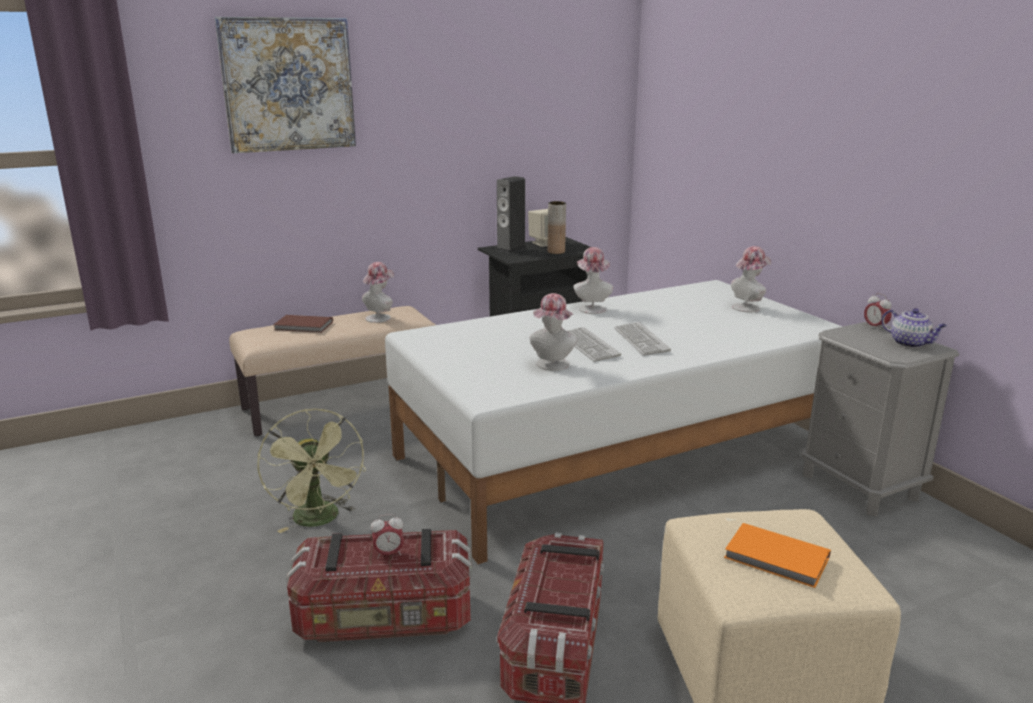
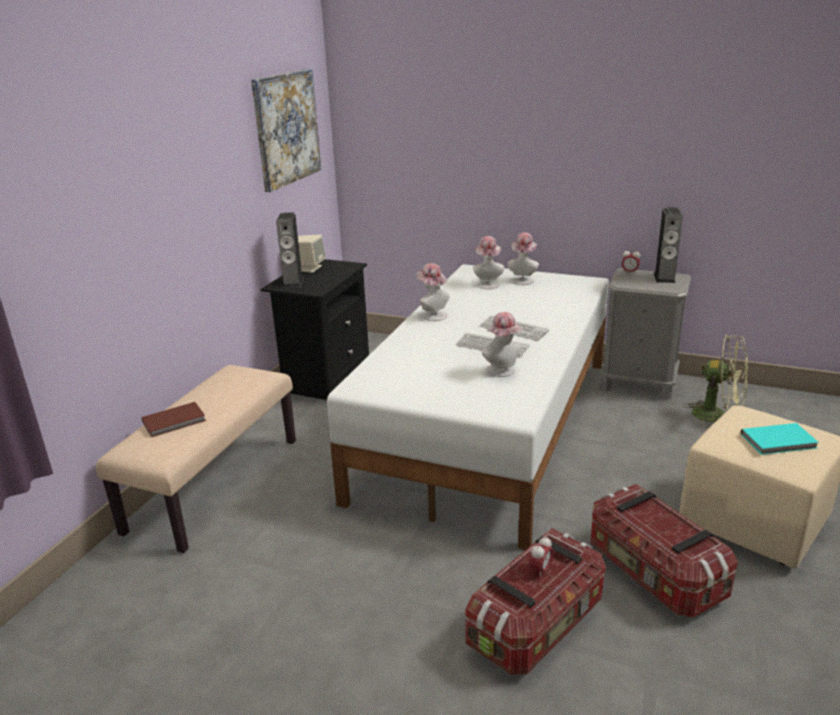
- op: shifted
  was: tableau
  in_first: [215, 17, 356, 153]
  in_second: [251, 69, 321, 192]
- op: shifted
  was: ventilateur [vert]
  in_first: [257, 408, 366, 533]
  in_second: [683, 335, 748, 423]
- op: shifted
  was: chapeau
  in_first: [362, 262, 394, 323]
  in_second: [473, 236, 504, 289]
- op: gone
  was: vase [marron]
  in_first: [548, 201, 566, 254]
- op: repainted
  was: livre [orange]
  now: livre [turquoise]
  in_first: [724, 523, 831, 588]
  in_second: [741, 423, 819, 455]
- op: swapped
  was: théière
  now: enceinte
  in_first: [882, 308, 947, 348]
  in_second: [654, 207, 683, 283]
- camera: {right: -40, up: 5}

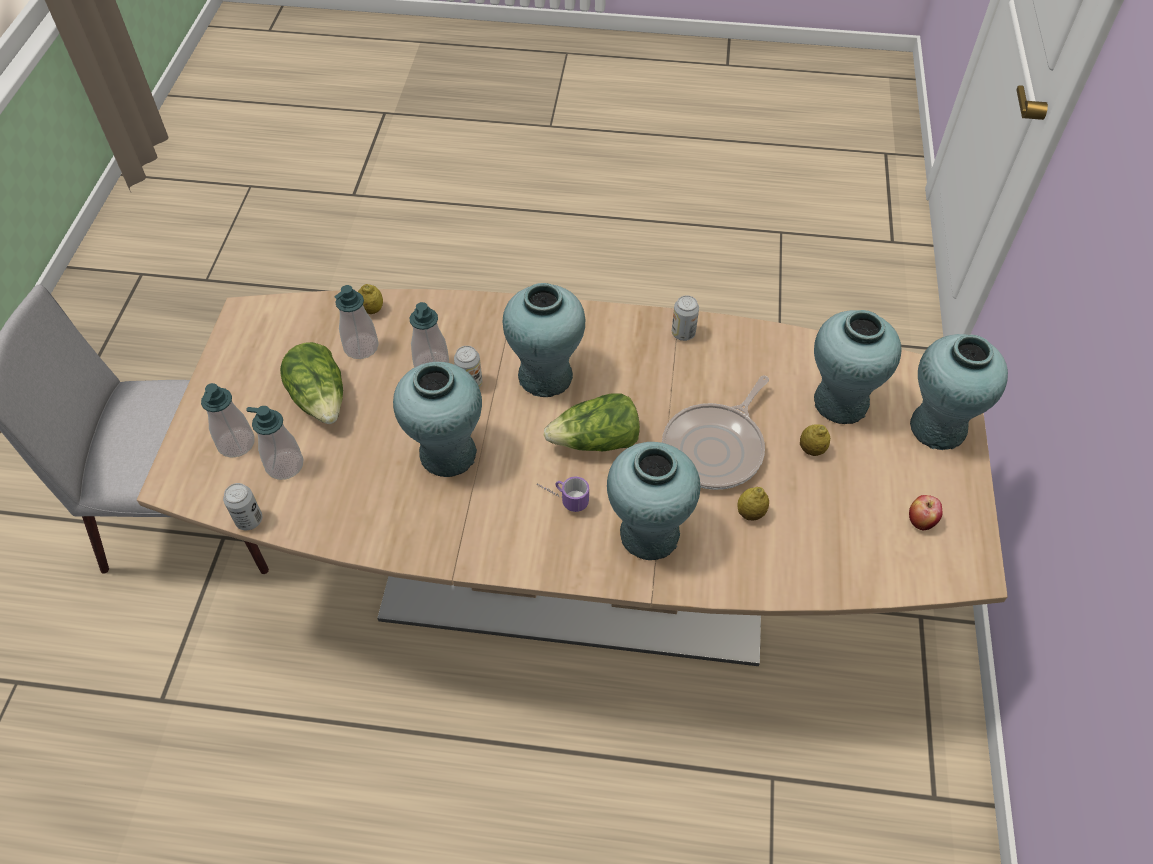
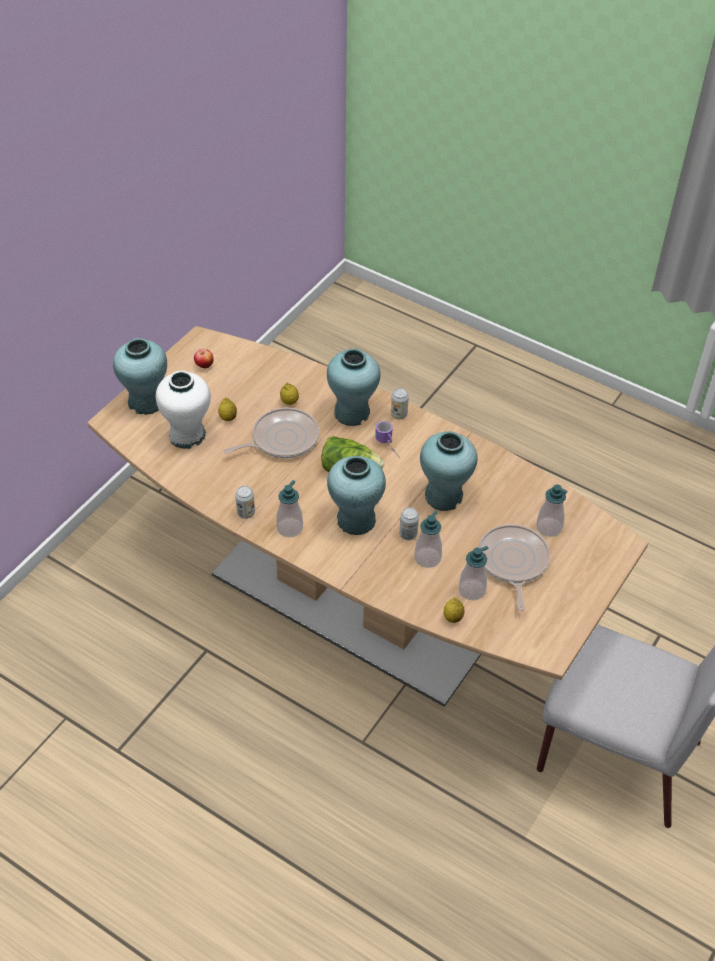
- op: shifted
  was: distributeur de savon
  in_first: [201, 383, 255, 458]
  in_second: [276, 480, 303, 537]
- op: shifted
  was: boîte métallique
  in_first: [223, 483, 262, 530]
  in_second: [391, 388, 409, 420]
- op: swapped
  was: laitue
  now: poêle
  in_first: [280, 342, 343, 424]
  in_second: [478, 524, 550, 611]
- op: repainted
  was: vase [turquoise]
  now: vase [blanc]
  in_first: [814, 310, 901, 424]
  in_second: [156, 370, 211, 449]
- camera: {right: -155, up: -5}

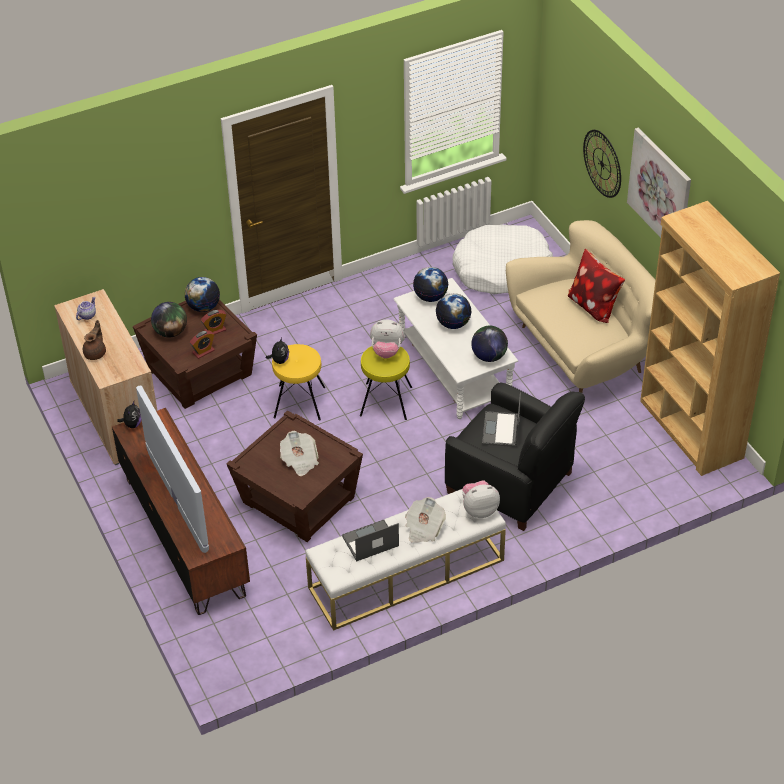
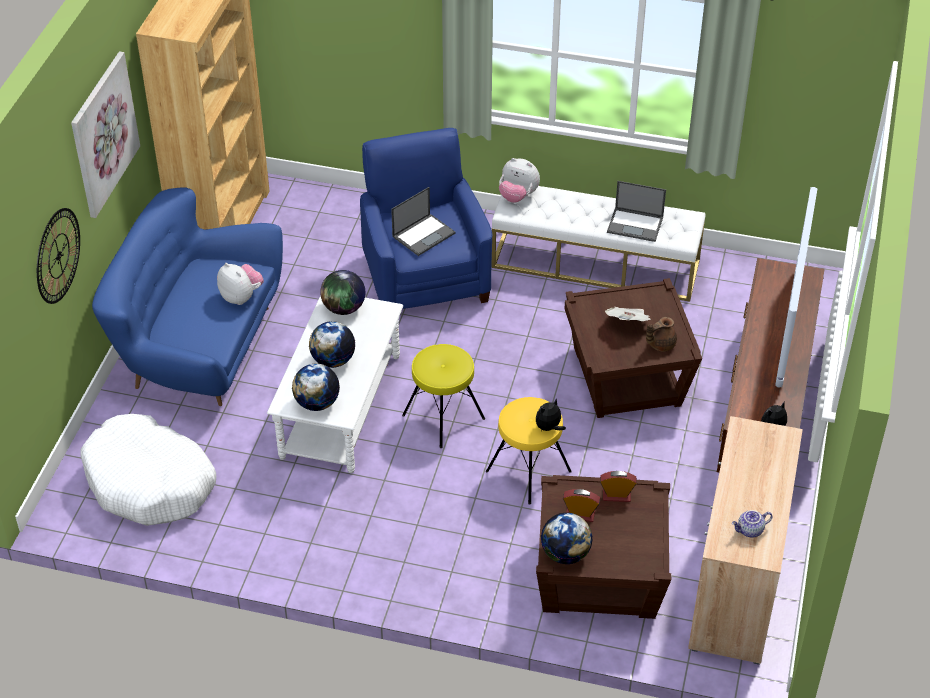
- op: shifted
  was: théière [marron]
  in_first: [83, 320, 106, 360]
  in_second: [646, 317, 677, 351]
- op: gone
  was: globe
  in_first: [151, 302, 187, 338]
- op: shifted
  was: peluche
  in_first: [370, 320, 404, 358]
  in_second: [217, 263, 264, 305]
- op: gone
  was: journal
  in_first: [405, 497, 446, 543]
- op: repainted
  was: fauteuil [noir]
  now: fauteuil [bleu]
  in_first: [445, 383, 585, 531]
  in_second: [360, 128, 492, 309]
- op: repainted
  was: canapé [beige]
  now: canapé [bleu]
  in_first: [506, 220, 655, 393]
  in_second: [92, 187, 283, 406]
- op: gone
  was: coussin
  in_first: [568, 249, 625, 323]
- camera: {right: -140, up: 0}

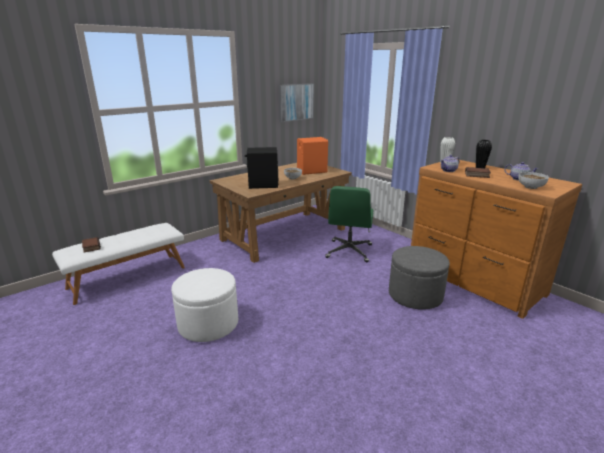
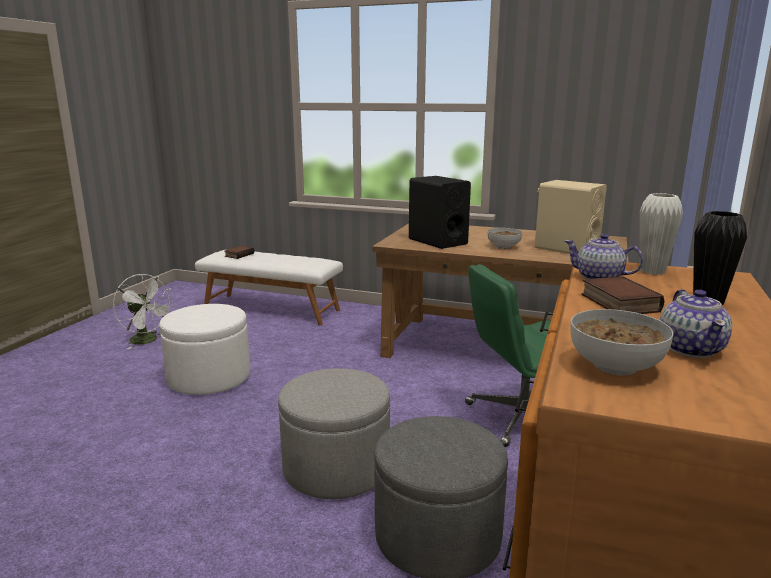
- op: gone
  was: tableau
  in_first: [279, 83, 314, 122]
- op: repainted
  was: enceinte [orange]
  now: enceinte [beige]
  in_first: [297, 137, 328, 175]
  in_second: [535, 180, 607, 254]
- op: new
  now: ventilateur [blanc]
  in_second: [113, 274, 174, 349]
- op: new
  now: pouf [gris]
  in_second: [278, 368, 390, 499]
- camera: {right: 60, up: -5}

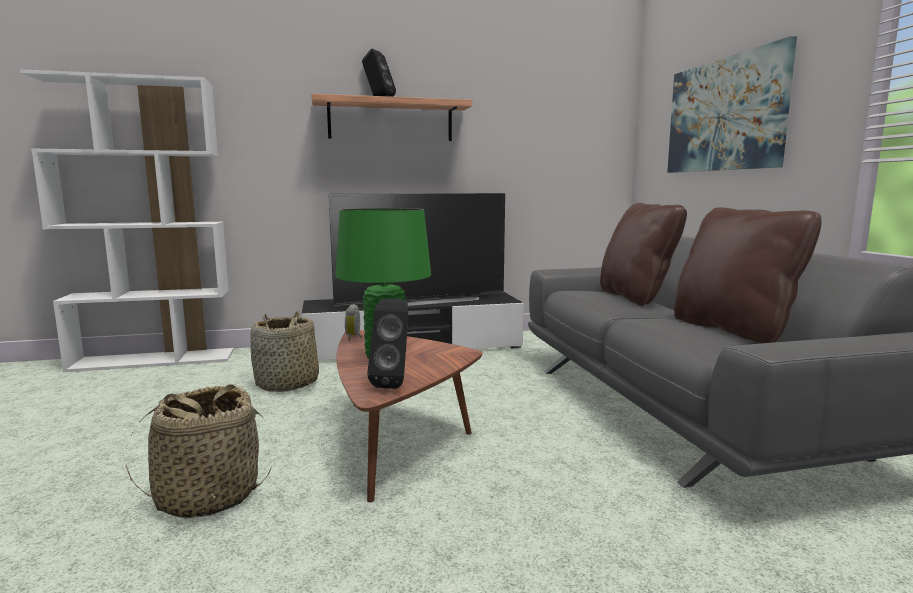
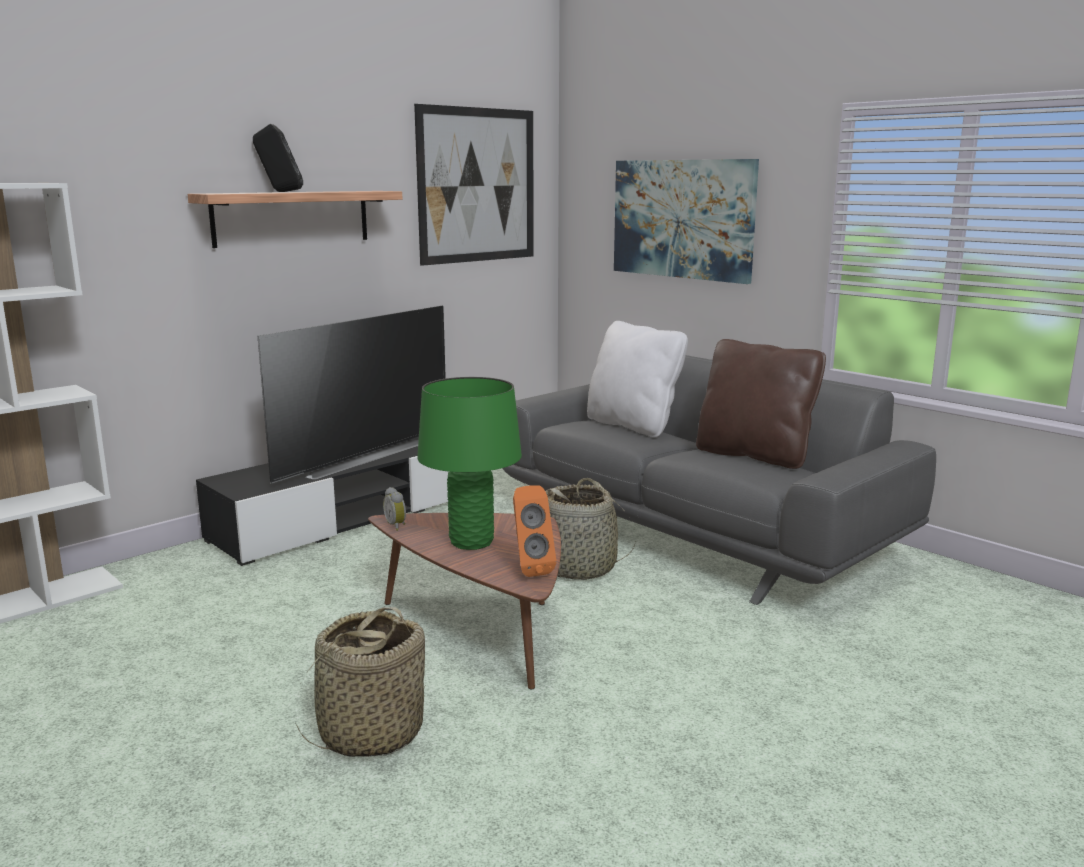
- op: shifted
  was: panier
  in_first: [250, 311, 319, 392]
  in_second: [545, 478, 636, 580]
- op: repainted
  was: enceinte [noir]
  now: enceinte [orange]
  in_first: [367, 299, 408, 389]
  in_second: [513, 485, 556, 577]
- op: repainted
  was: coussin [marron]
  now: coussin [blanc]
  in_first: [600, 203, 687, 306]
  in_second: [587, 321, 688, 437]
- op: new
  now: tableau
  in_second: [414, 104, 534, 266]
- camera: {right: -30, up: 5}

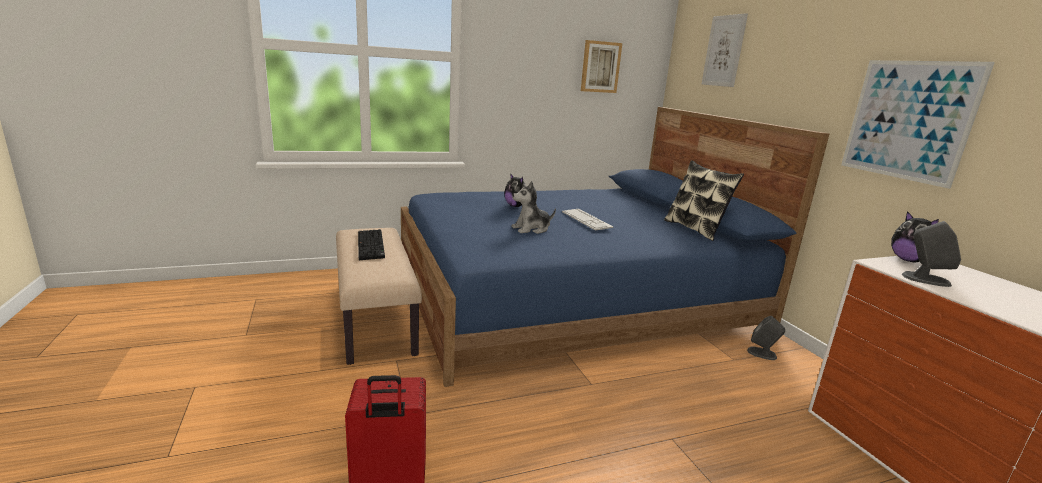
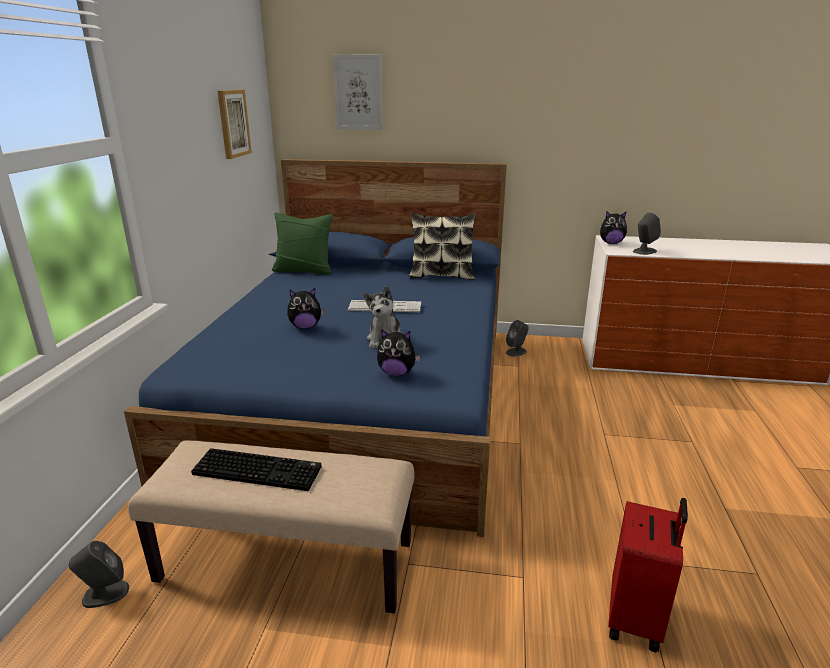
- op: gone
  was: tableau
  in_first: [841, 60, 995, 189]
- op: new
  now: enceinte [gris]
  in_second: [69, 541, 129, 608]
- op: new
  now: coussin [vert]
  in_second: [272, 213, 333, 274]
- op: new
  now: peluche
  in_second: [377, 329, 421, 376]
- camera: {right: -60, up: 5}

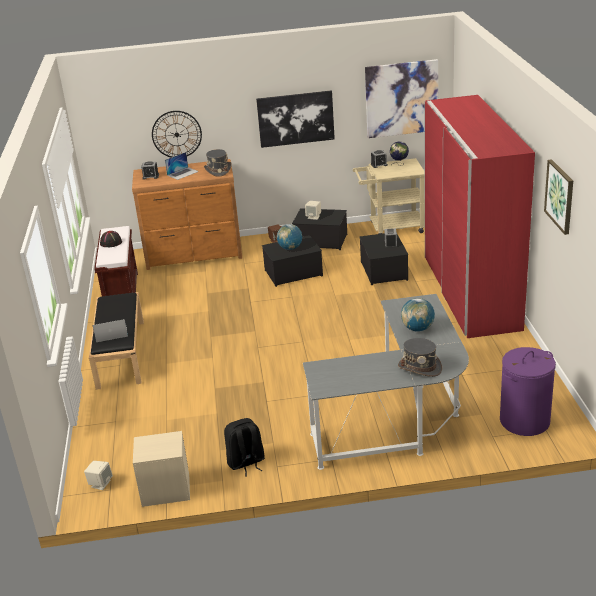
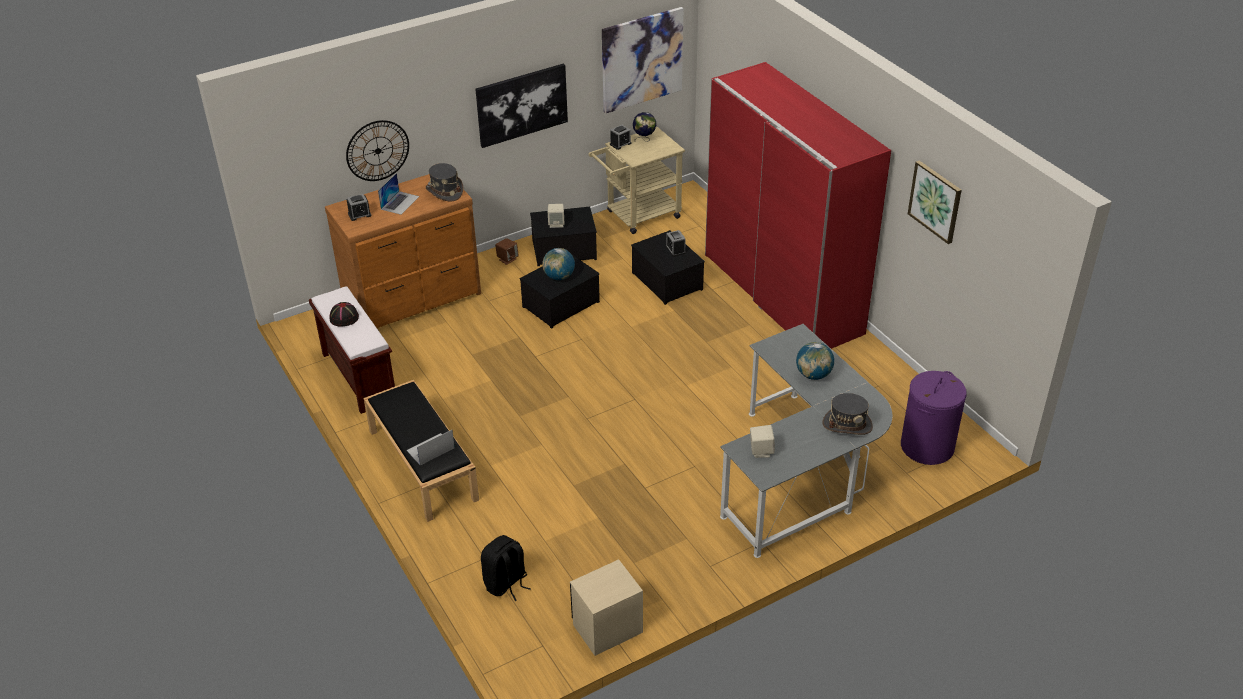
- op: shifted
  was: enceinte [beige]
  in_first: [84, 461, 113, 490]
  in_second: [750, 425, 775, 458]
- op: shifted
  was: sac à dos [noir]
  in_first: [224, 418, 265, 477]
  in_second: [481, 535, 531, 601]
- camera: {right: -25, up: 10}

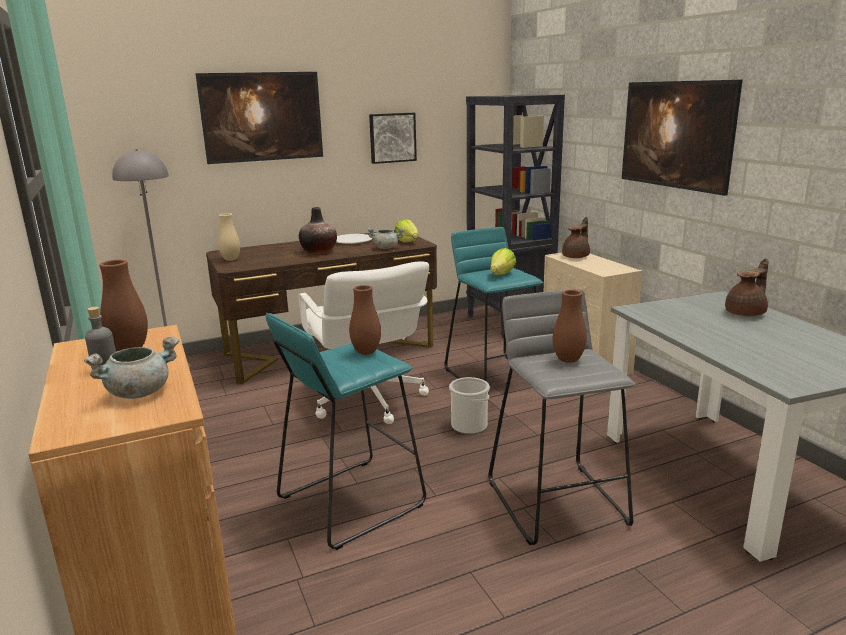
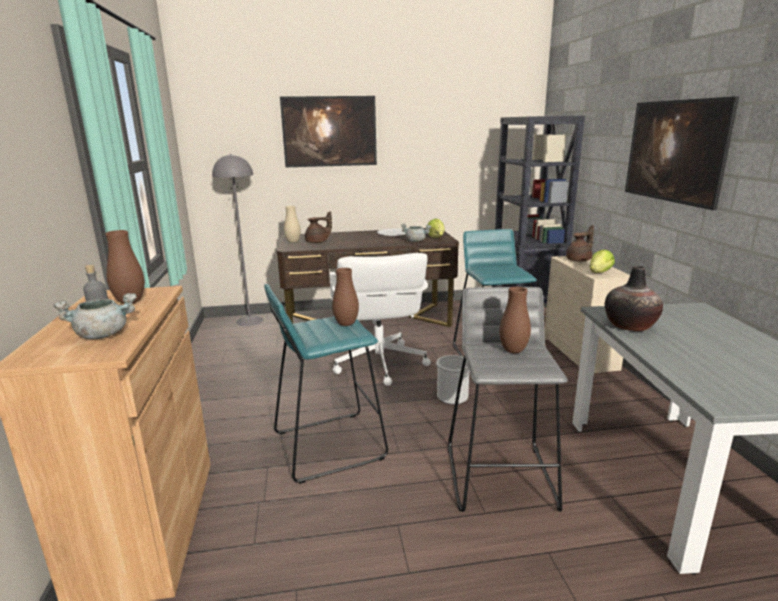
- op: shifted
  was: vase
  in_first: [299, 207, 337, 254]
  in_second: [605, 266, 663, 331]
- op: gone
  was: tableau
  in_first: [369, 113, 417, 164]
- op: shifted
  was: laitue
  in_first: [490, 248, 516, 275]
  in_second: [590, 249, 615, 273]
- op: shifted
  was: théière [marron]
  in_first: [725, 258, 769, 316]
  in_second: [305, 211, 332, 243]
- camera: {right: 15, up: 0}

